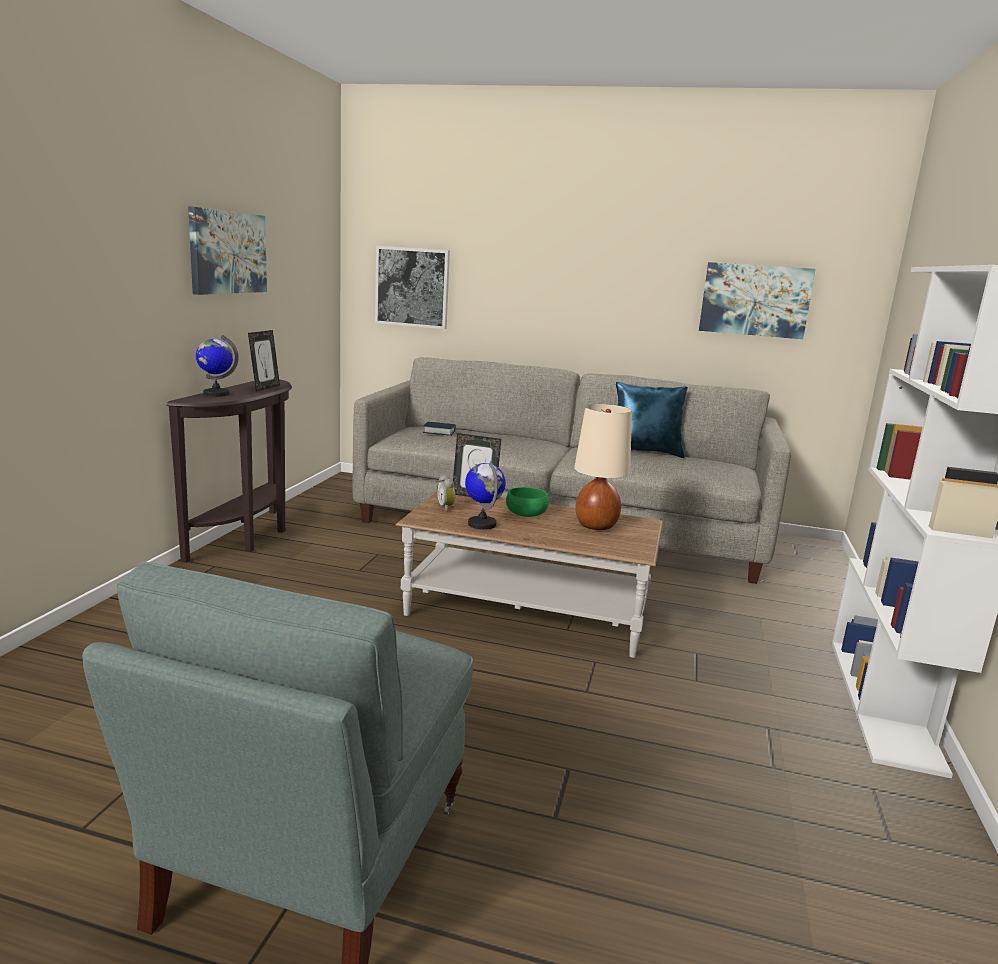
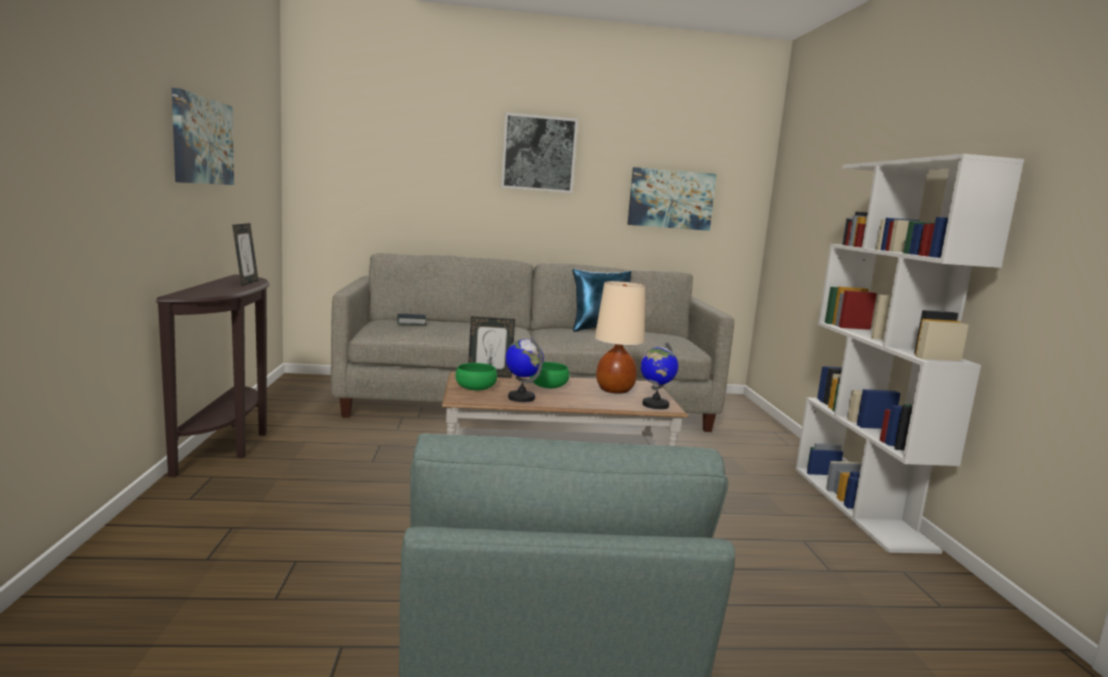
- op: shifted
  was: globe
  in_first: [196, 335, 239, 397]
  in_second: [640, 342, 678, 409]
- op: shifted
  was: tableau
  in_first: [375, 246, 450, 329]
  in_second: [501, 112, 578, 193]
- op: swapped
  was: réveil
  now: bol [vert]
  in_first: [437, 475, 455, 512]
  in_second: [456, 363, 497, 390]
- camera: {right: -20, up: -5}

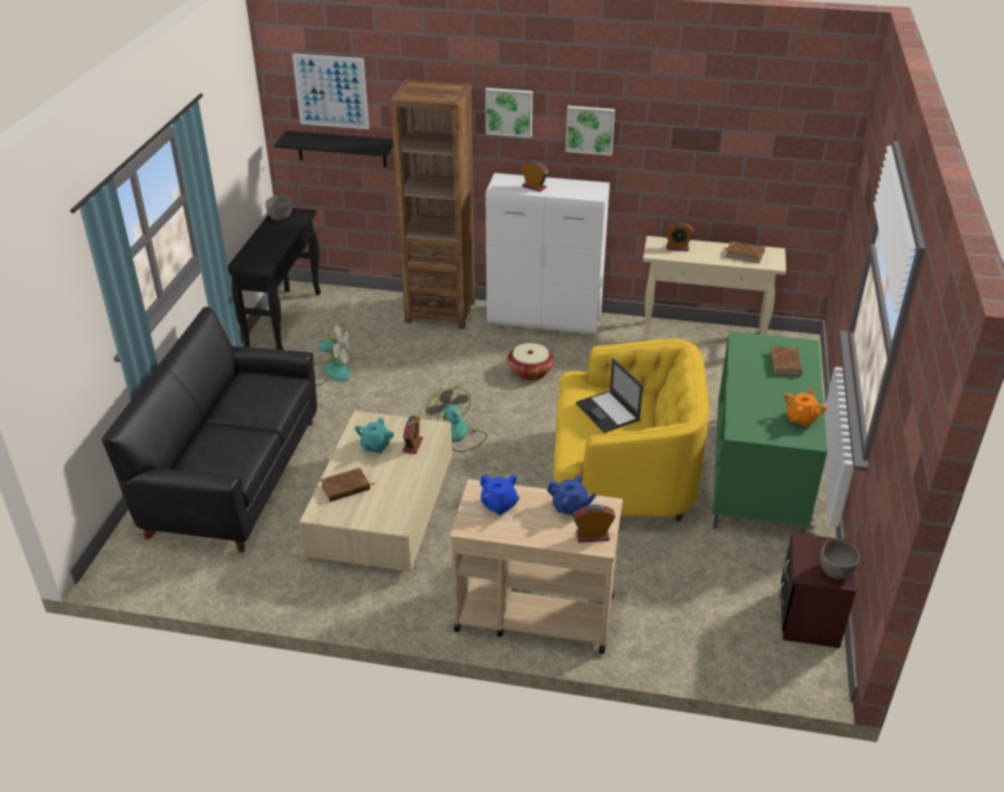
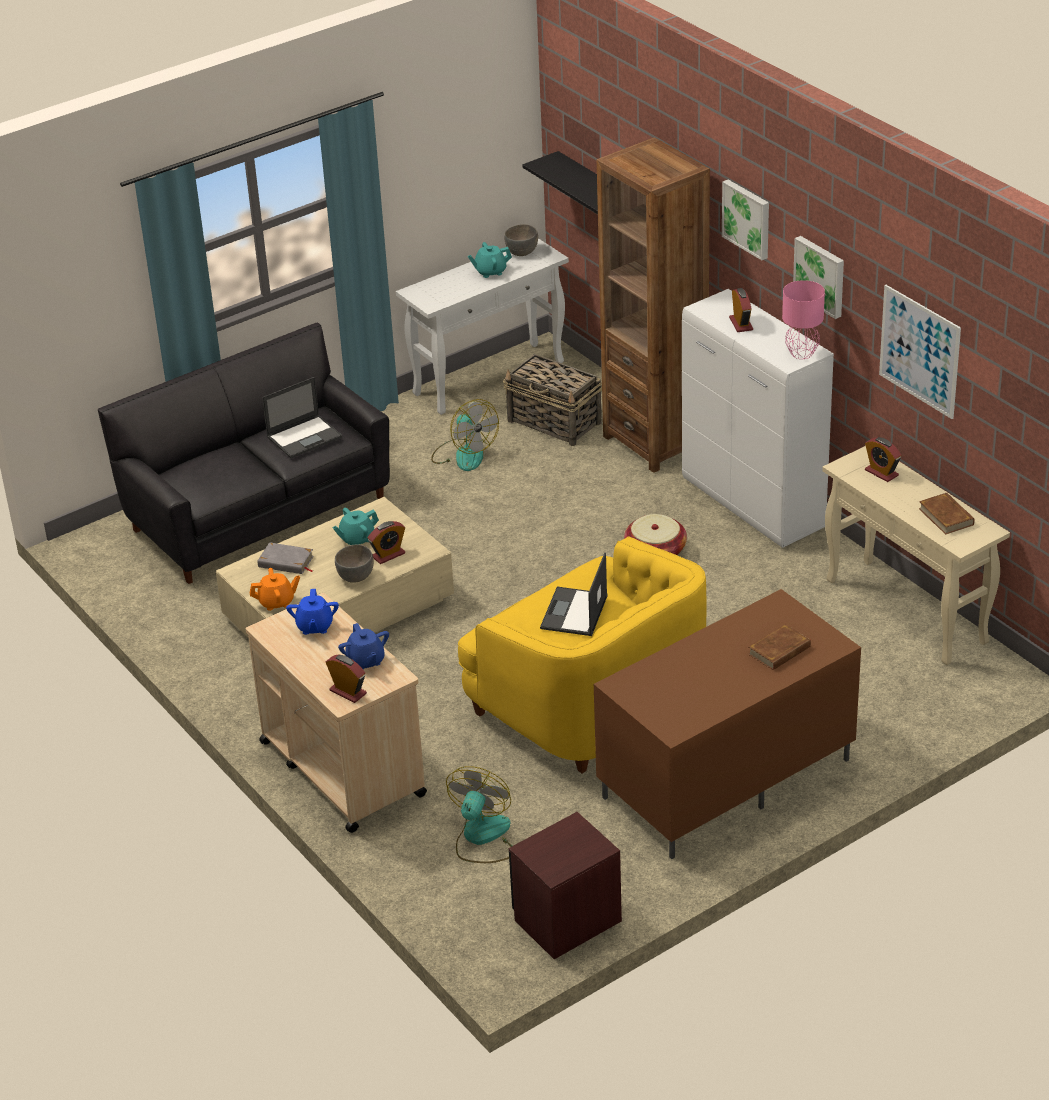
- op: repainted
  was: table console [noir]
  now: table console [blanc]
  in_first: [228, 208, 321, 350]
  in_second: [396, 238, 569, 415]
- op: shifted
  was: tableau
  in_first: [292, 53, 369, 130]
  in_second: [879, 285, 961, 419]
- op: repainted
  was: livre [marron]
  now: livre [gris]
  in_first: [321, 468, 374, 502]
  in_second: [258, 542, 313, 574]
- op: shifted
  was: ventilateur
  in_first: [426, 386, 487, 452]
  in_second: [446, 766, 512, 863]
- op: repainted
  was: meuble télé [vert]
  now: meuble télé [marron]
  in_first: [713, 331, 828, 534]
  in_second: [594, 589, 861, 859]
- op: shifted
  was: théière [orange]
  in_first: [784, 388, 827, 427]
  in_second: [250, 568, 300, 611]
- op: shifted
  was: bol [gris]
  in_first: [820, 539, 860, 579]
  in_second: [335, 544, 374, 583]
- op: new
  now: ordinateur portable
  in_second: [262, 377, 342, 458]
- op: new
  now: théière [turquoise]
  in_second: [468, 242, 512, 278]
- op: new
  now: panier
  in_second: [503, 354, 602, 446]
- op: new
  now: lampe de table [rose]
  in_second: [782, 280, 825, 359]
- camera: {right: 45, up: 0}

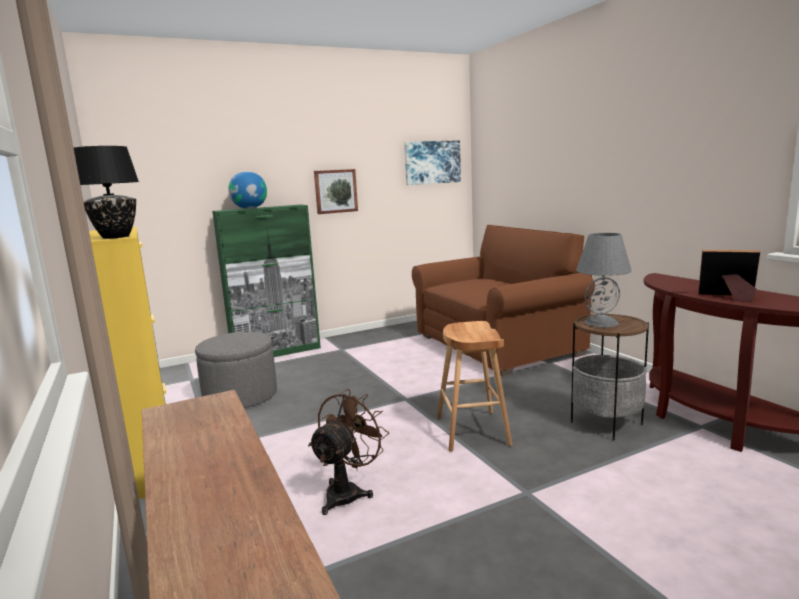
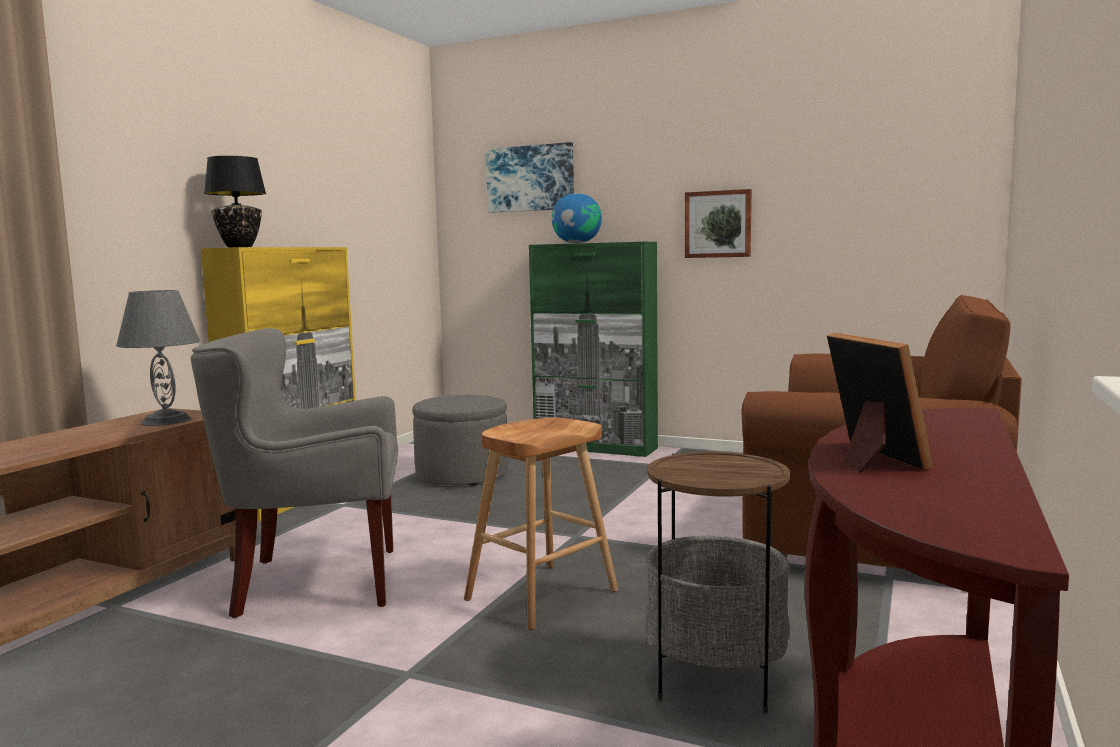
- op: swapped
  was: ventilateur [marron]
  now: fauteuil [gris]
  in_first: [308, 389, 389, 515]
  in_second: [191, 328, 398, 618]
- op: shifted
  was: tableau
  in_first: [404, 140, 461, 185]
  in_second: [486, 142, 574, 213]
- op: shifted
  was: lampe de table [gris]
  in_first: [576, 233, 632, 328]
  in_second: [116, 290, 200, 426]
- camera: {right: 50, up: -5}

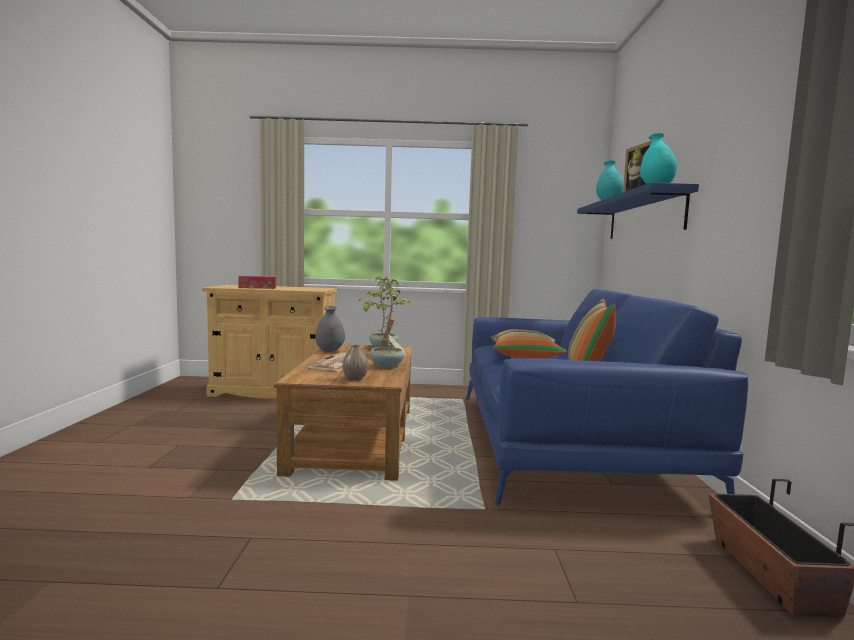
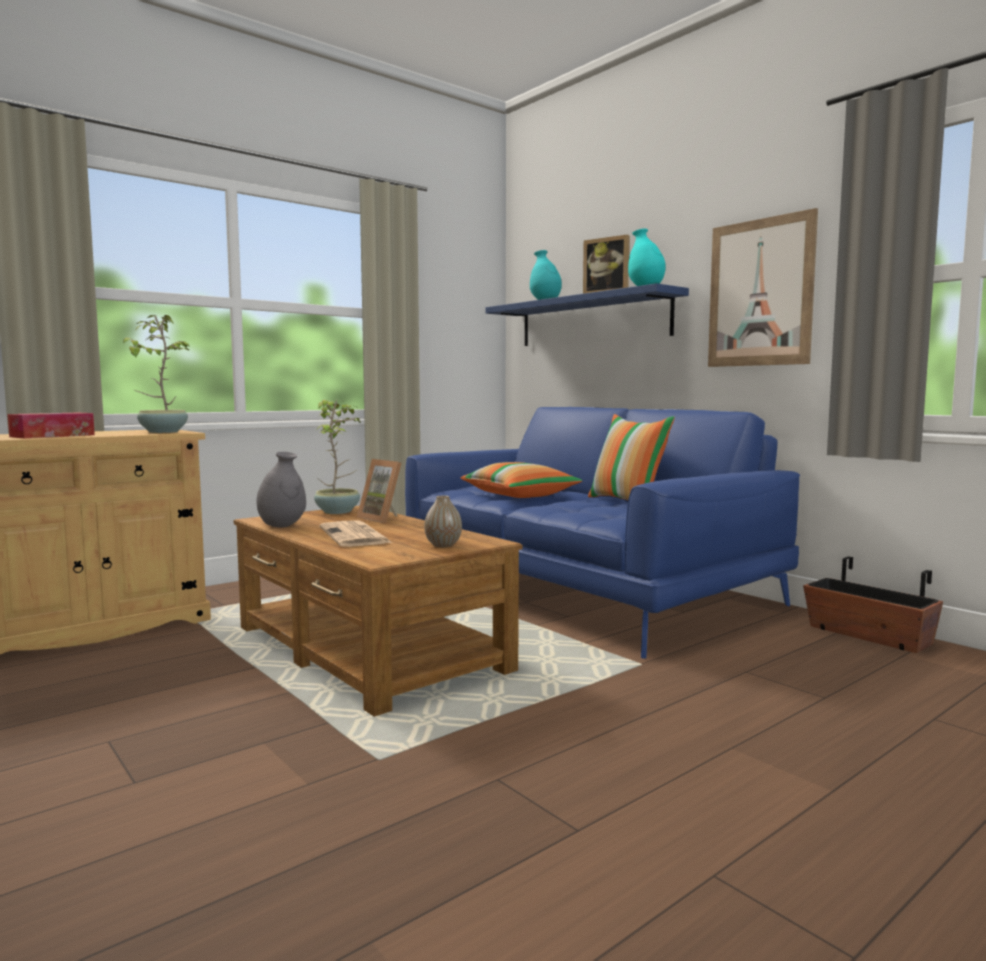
- op: shifted
  was: plante en pot
  in_first: [358, 279, 410, 368]
  in_second: [123, 315, 191, 433]
- op: new
  now: tableau
  in_second: [708, 208, 818, 367]
- camera: {right: -40, up: 0}

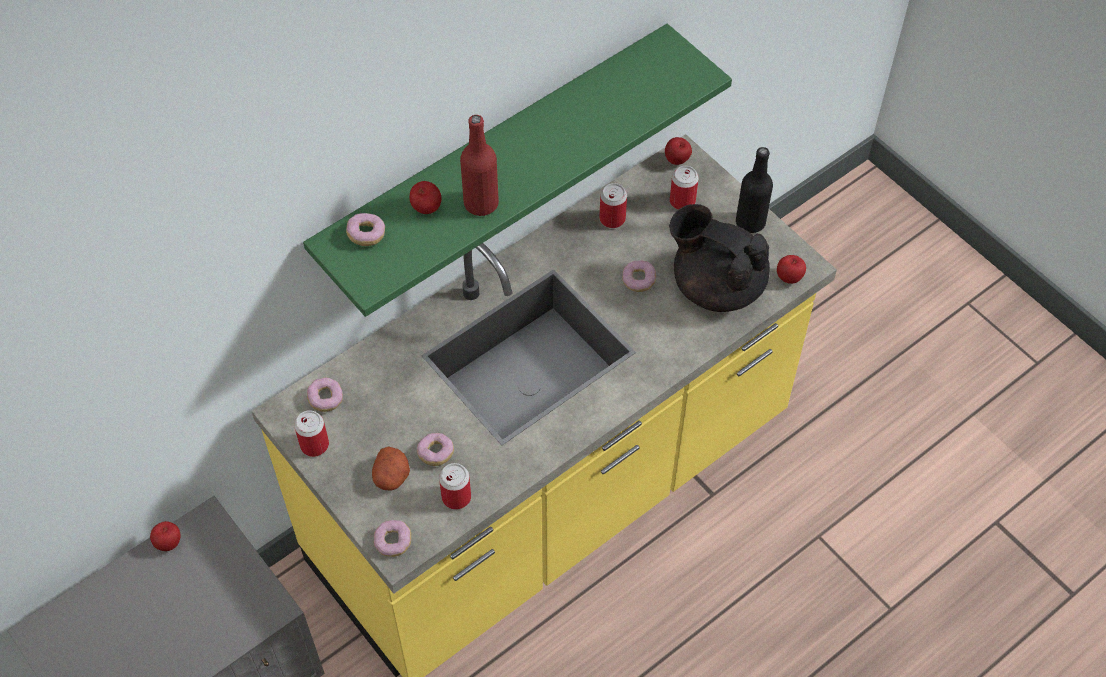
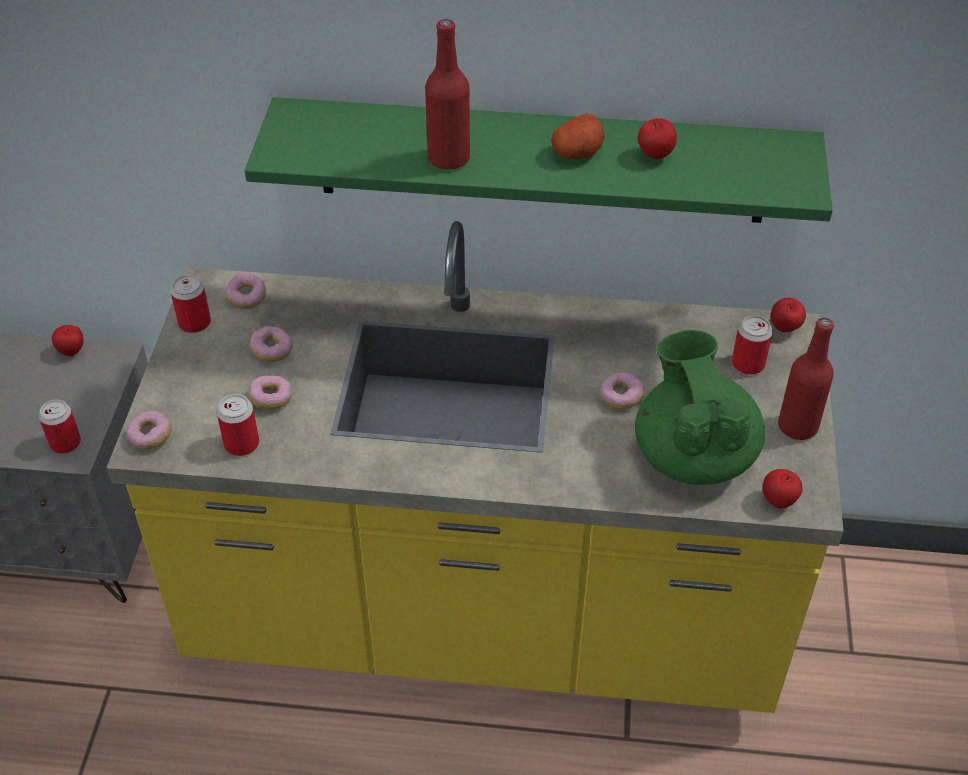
- op: shifted
  was: beignet
  in_first: [346, 213, 385, 246]
  in_second: [250, 326, 293, 362]
- op: shifted
  was: pomme de terre
  in_first: [372, 446, 410, 491]
  in_second: [551, 114, 605, 159]
- op: shifted
  was: pomme
  in_first: [410, 181, 441, 214]
  in_second: [638, 118, 677, 159]
- op: shifted
  was: boîte métallique
  in_first: [599, 183, 627, 228]
  in_second: [39, 399, 81, 454]
- op: repainted
  was: théière [noir]
  now: théière [vert]
  in_first: [669, 204, 770, 312]
  in_second: [635, 330, 765, 485]
- op: repainted
  was: bouteille [noir]
  now: bouteille [rouge]
  in_first: [736, 147, 773, 233]
  in_second: [778, 318, 834, 440]
- camera: {right: 45, up: -10}

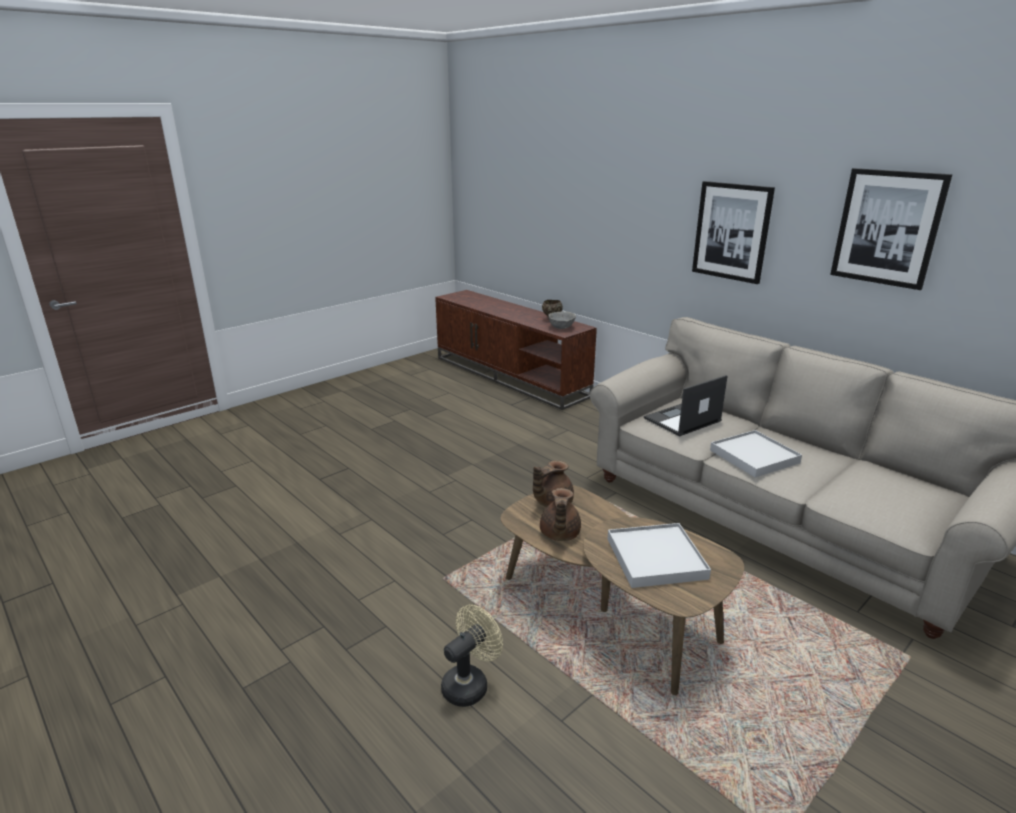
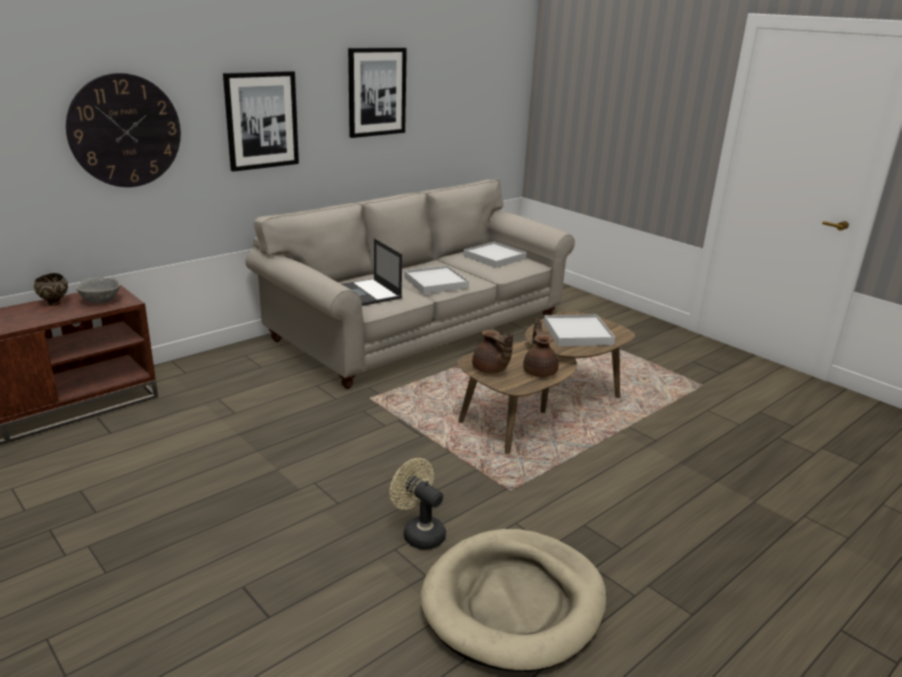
- op: shifted
  was: ventilateur [beige]
  in_first: [441, 605, 503, 707]
  in_second: [390, 458, 446, 550]
- op: rotated
  was: théière [marron]
  in_first: [540, 488, 581, 541]
  in_second: [523, 318, 559, 377]
  clockwise: -105
- op: new
  now: horloge murale
  in_second: [66, 73, 181, 187]
- op: new
  now: panier pour chien [beige]
  in_second: [420, 529, 606, 672]
- op: new
  now: plateau [blanc]
  in_second: [463, 242, 527, 268]
- camera: {right: -90, up: 0}

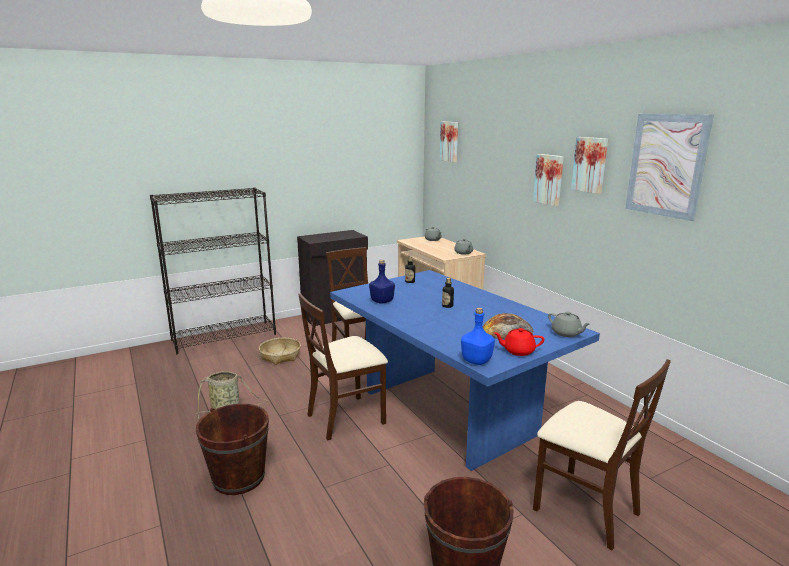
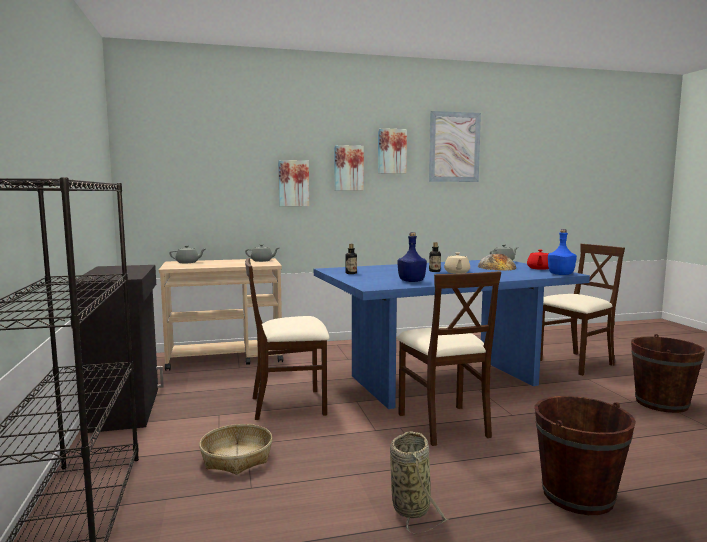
- op: shifted
  was: tableau
  in_first: [440, 122, 458, 162]
  in_second: [278, 160, 309, 206]
- op: new
  now: théière [beige]
  in_second: [444, 252, 470, 274]
- camera: {right: -75, up: -10}

